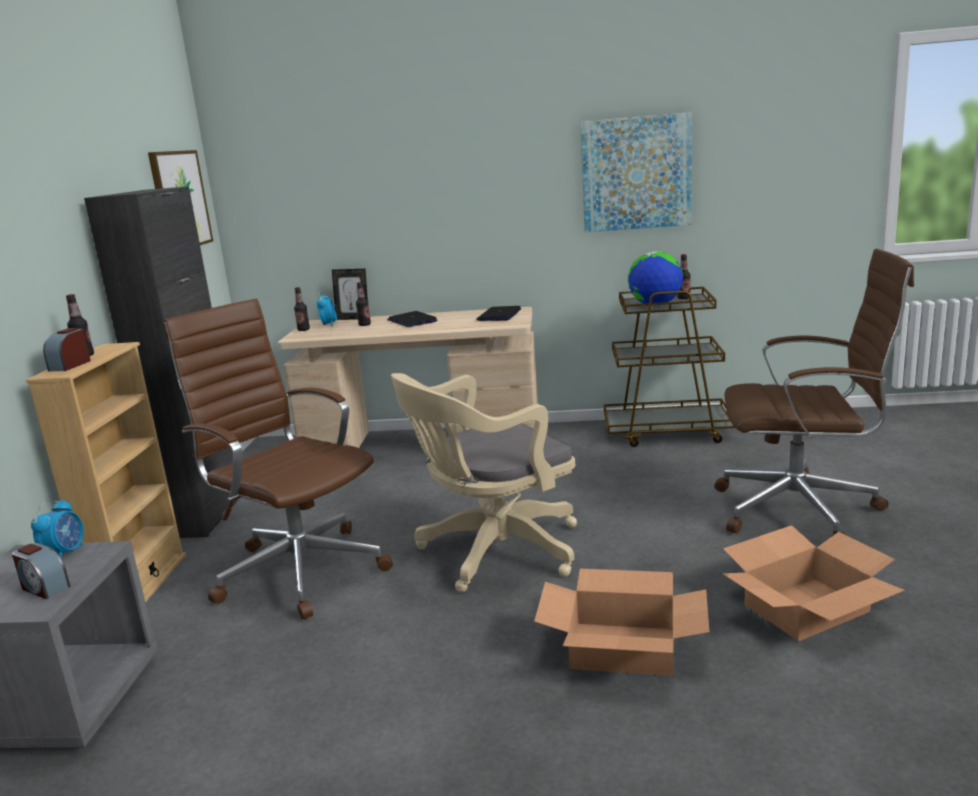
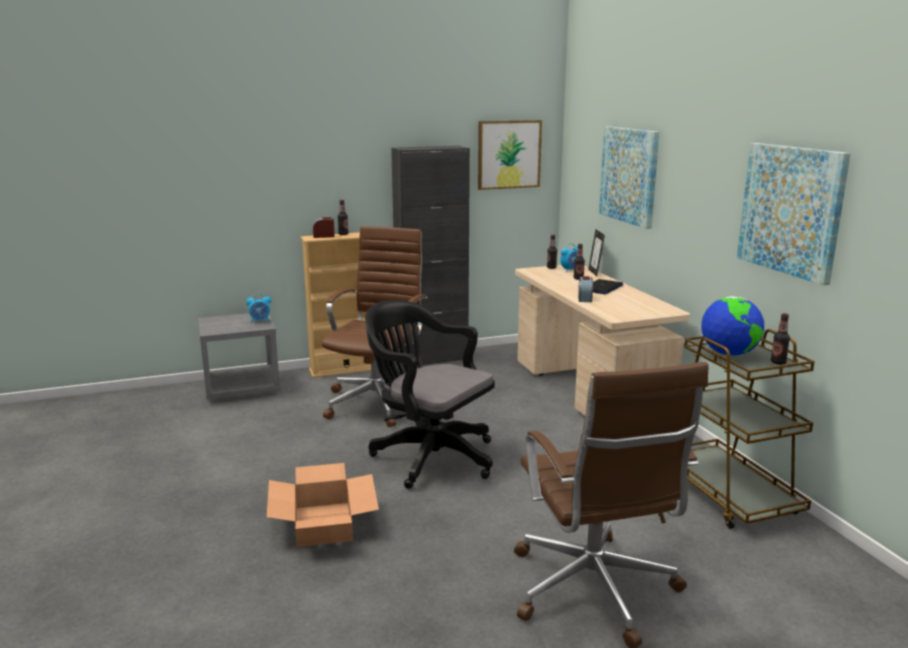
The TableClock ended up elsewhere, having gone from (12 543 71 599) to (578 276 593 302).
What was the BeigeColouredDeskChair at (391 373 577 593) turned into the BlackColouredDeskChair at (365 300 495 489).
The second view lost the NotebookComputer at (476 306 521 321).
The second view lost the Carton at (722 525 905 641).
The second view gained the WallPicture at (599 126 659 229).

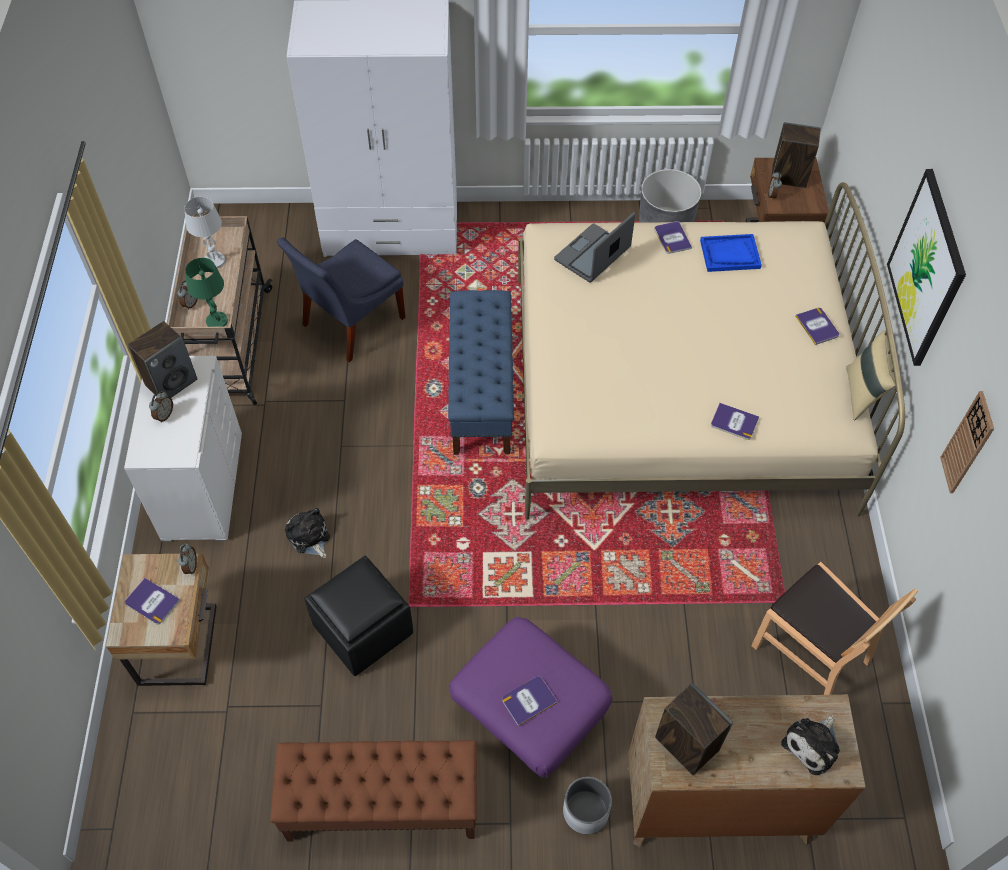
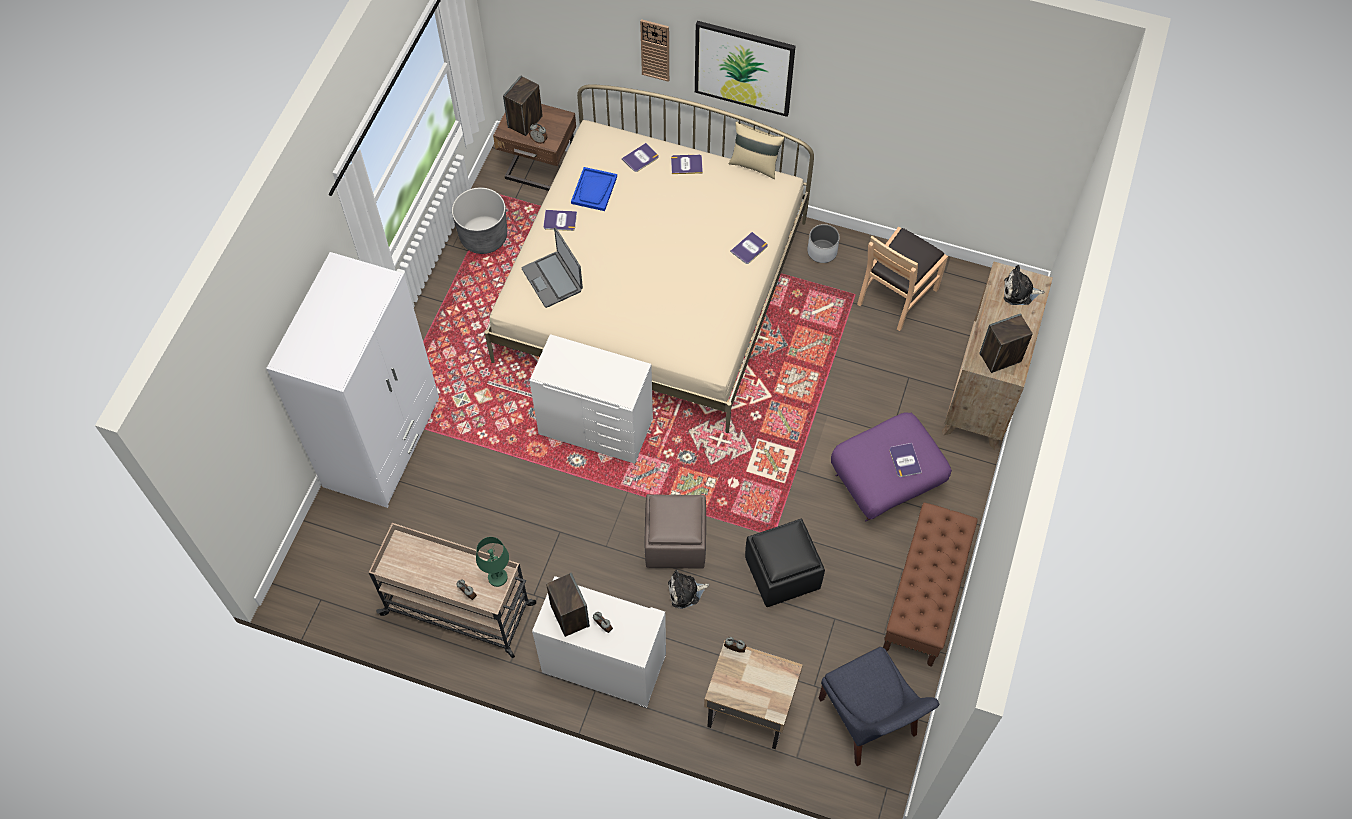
The Book ended up elsewhere, having gone from (125 578 180 624) to (622 143 659 172).
The second view lost the WhiteLampForATable at (184 197 225 268).
The BluishPlainChair ended up elsewhere, having gone from (277 238 405 362) to (819 647 939 766).
Where the BluishLongSeat stood at (448 290 514 455), the WhiteDrawerChest came to stand at (529 334 653 464).
The WhiteFlowerPot ended up elsewhere, having gone from (563 777 612 834) to (807 224 840 263).
The BrownishPlainChair at (751 562 918 695) ended up facing another way, 150 degrees clockwise from before.
The CuddlyToy at (781 715 840 775) ended up facing another way, 120 degrees clockwise from before.
The ClockOnTheWall ended up elsewhere, having gone from (940 391 994 493) to (640 19 669 82).
The second view gained the BrownishPouffe at (644 494 706 569).

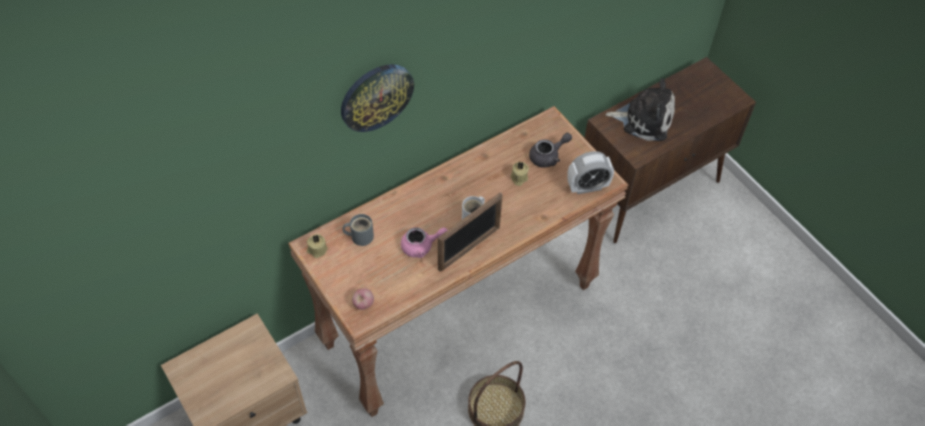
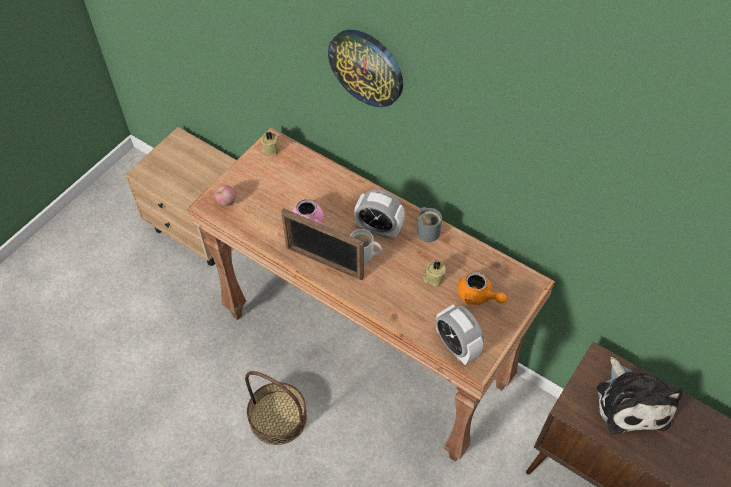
The GrayCoffeeMug ended up elsewhere, having gone from (343 214 374 246) to (417 207 442 242).
What was the GrayPotForTea at (529 133 572 168) turned into the OrangeColouredPotForTea at (458 271 507 305).
The second view gained the TableClock at (354 190 405 239).

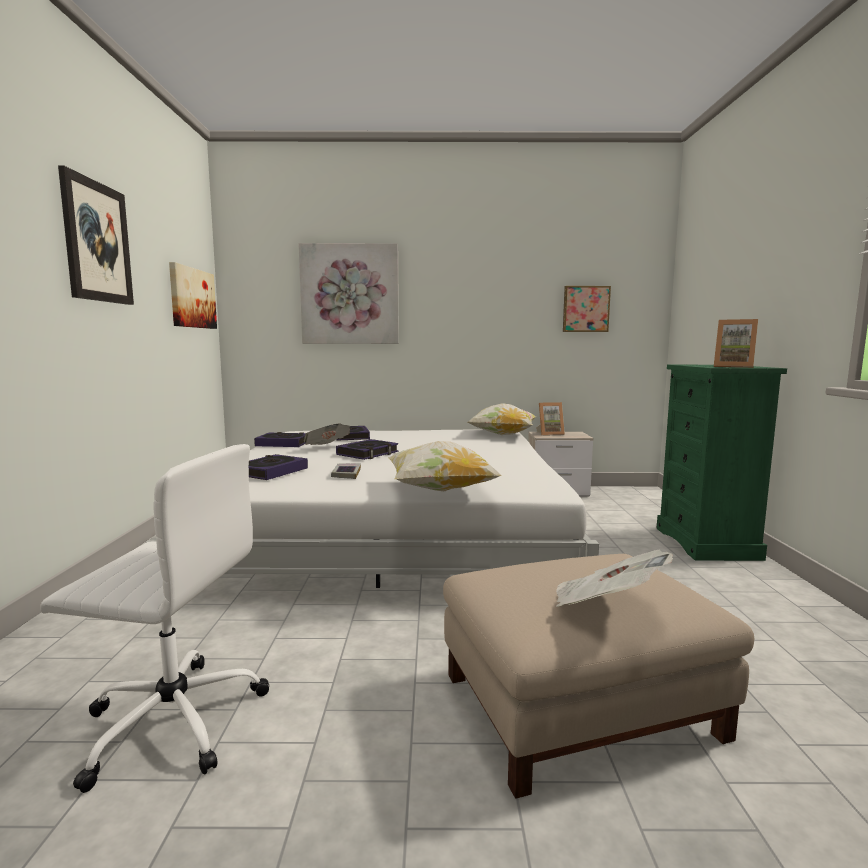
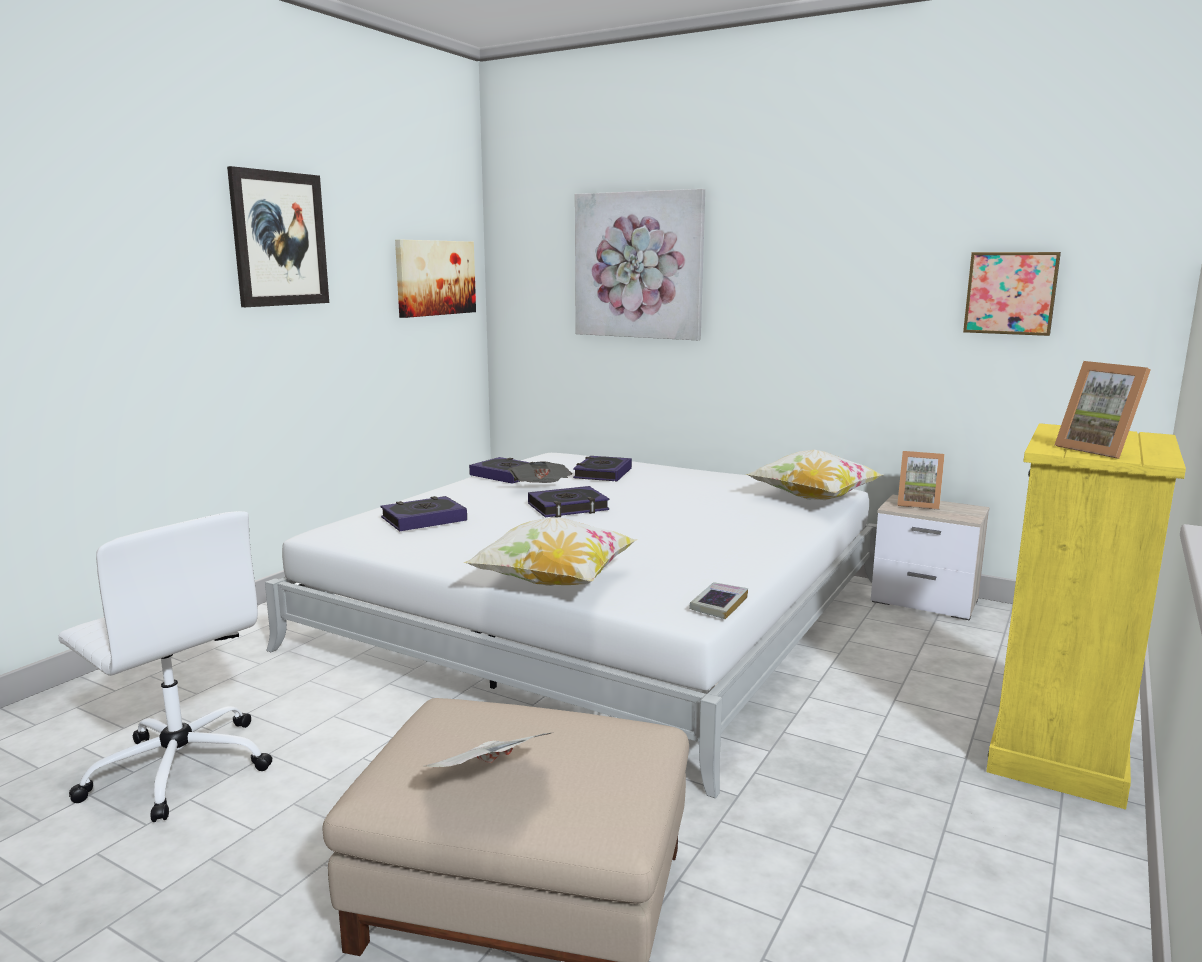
The Book ended up elsewhere, having gone from (331 463 361 479) to (689 582 748 619).
What was the GreenColouredDrawerChest at (657 365 787 561) turned into the YellowColouredDrawerChest at (986 423 1186 809).

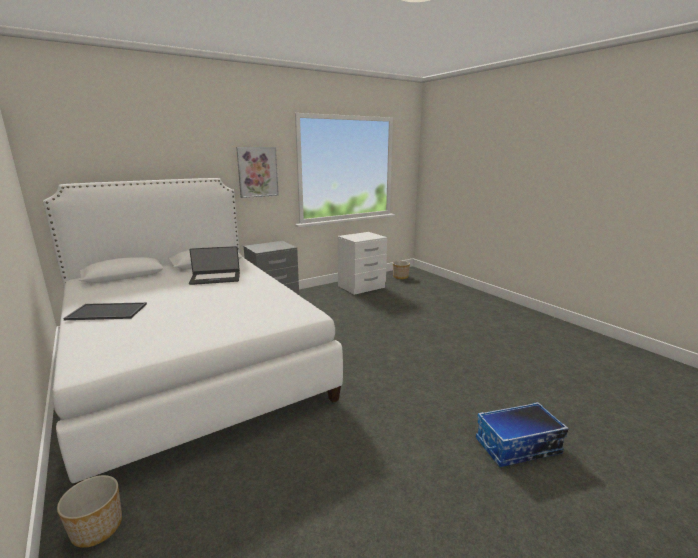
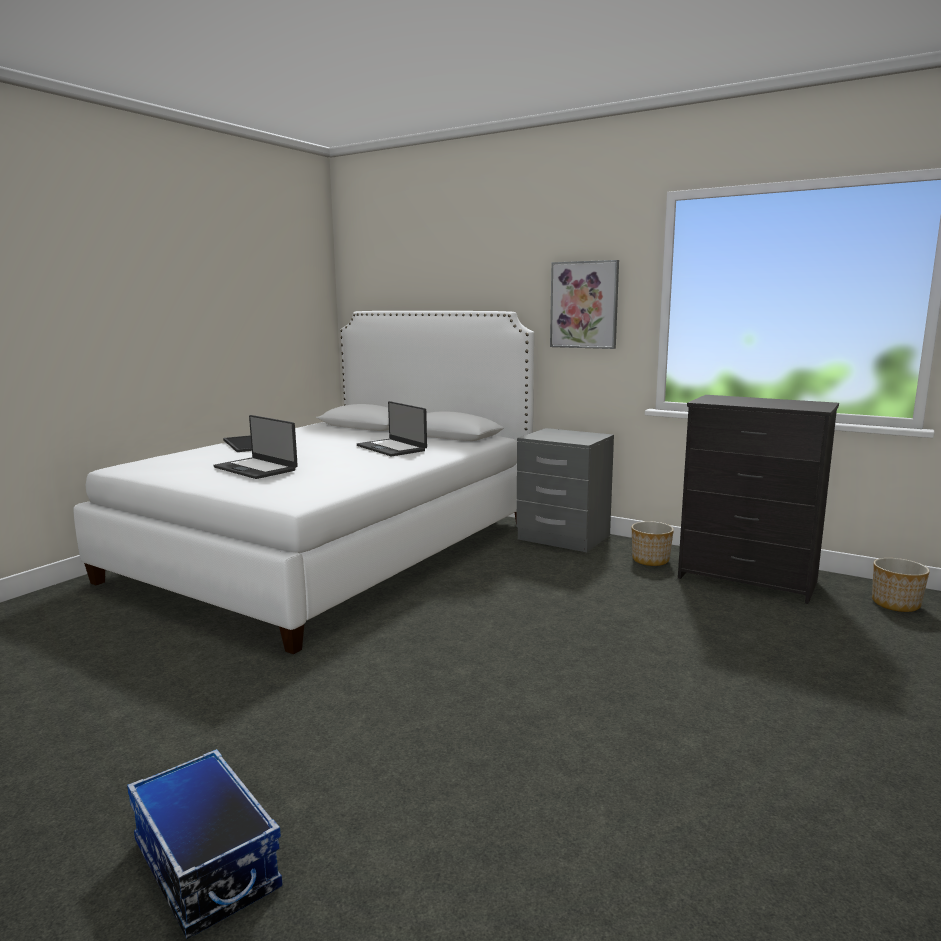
The FlowerPot ended up elsewhere, having gone from (57 475 122 548) to (632 521 674 566).
Where the WhiteNightTable stood at (338 232 387 295), the BlackColouredDrawerChest came to stand at (678 395 839 604).
The second view gained the NotebookComputer at (214 415 298 479).

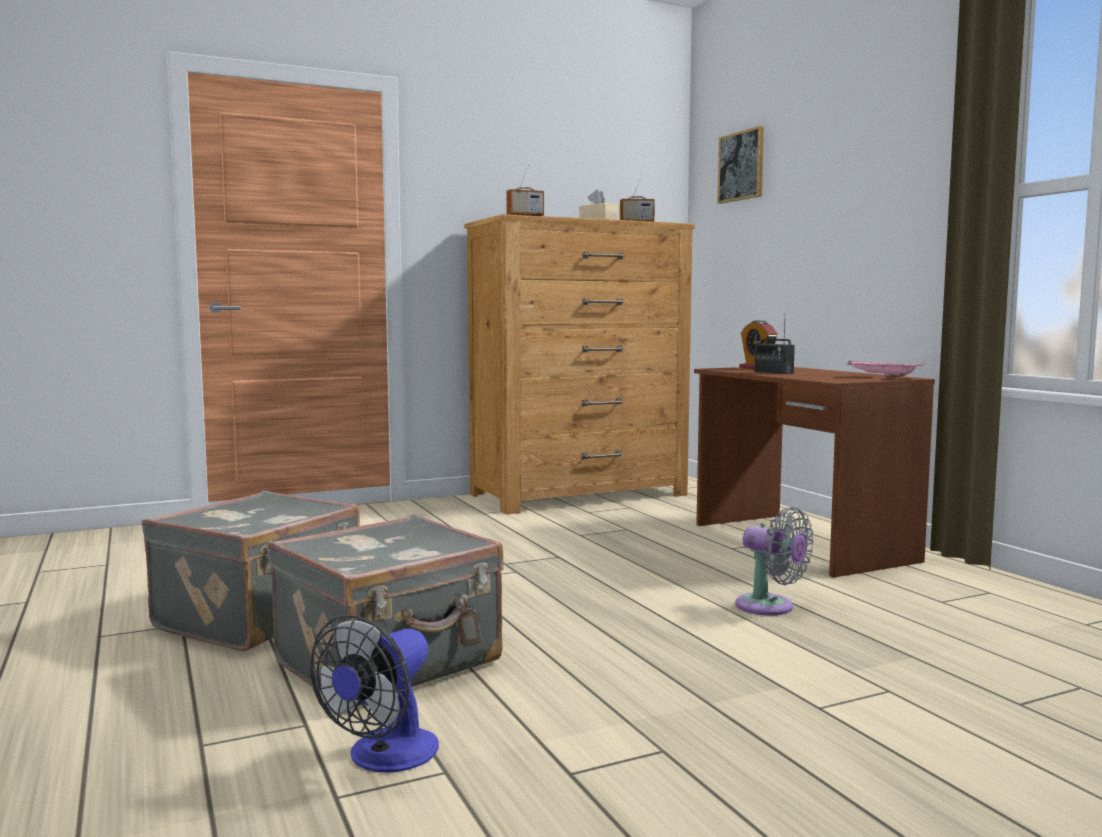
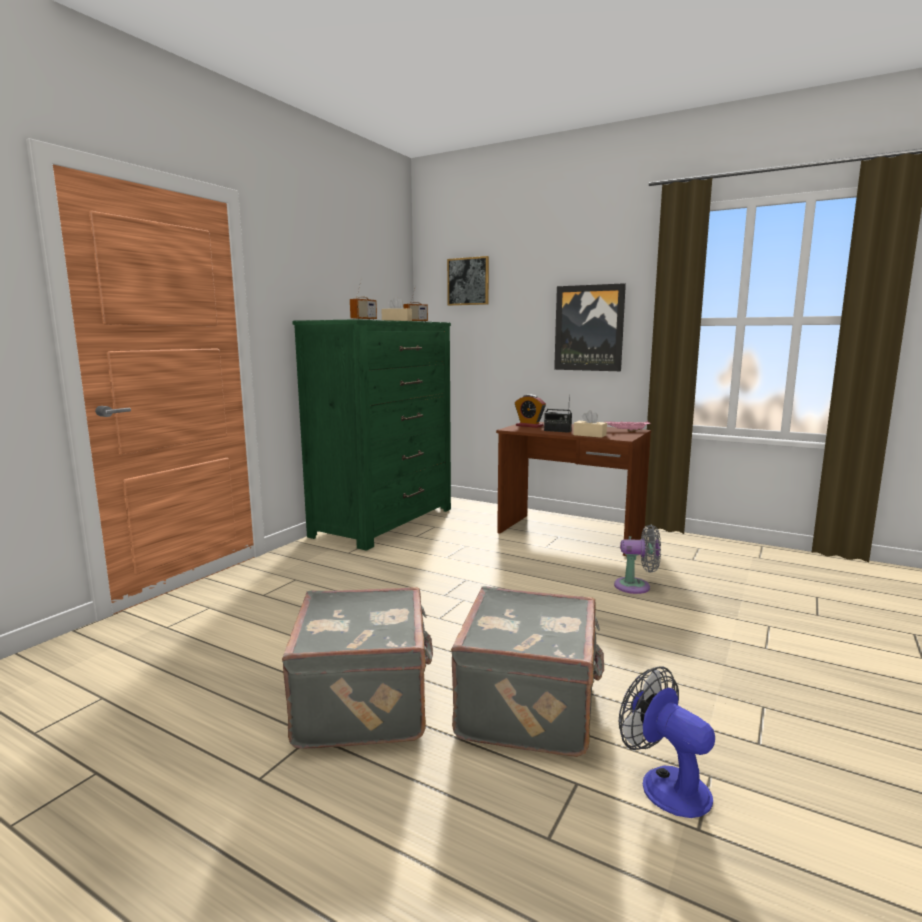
The CoolingFan at (310 615 439 773) ended up facing another way, 150 degrees clockwise from before.
What was the BrownishDrawerChest at (464 214 695 515) turned into the GreenColouredDrawerChest at (292 319 451 551).
The second view gained the WallPicture at (554 283 626 371).
The second view gained the BeigeColouredBoxOfTissues at (573 410 607 438).

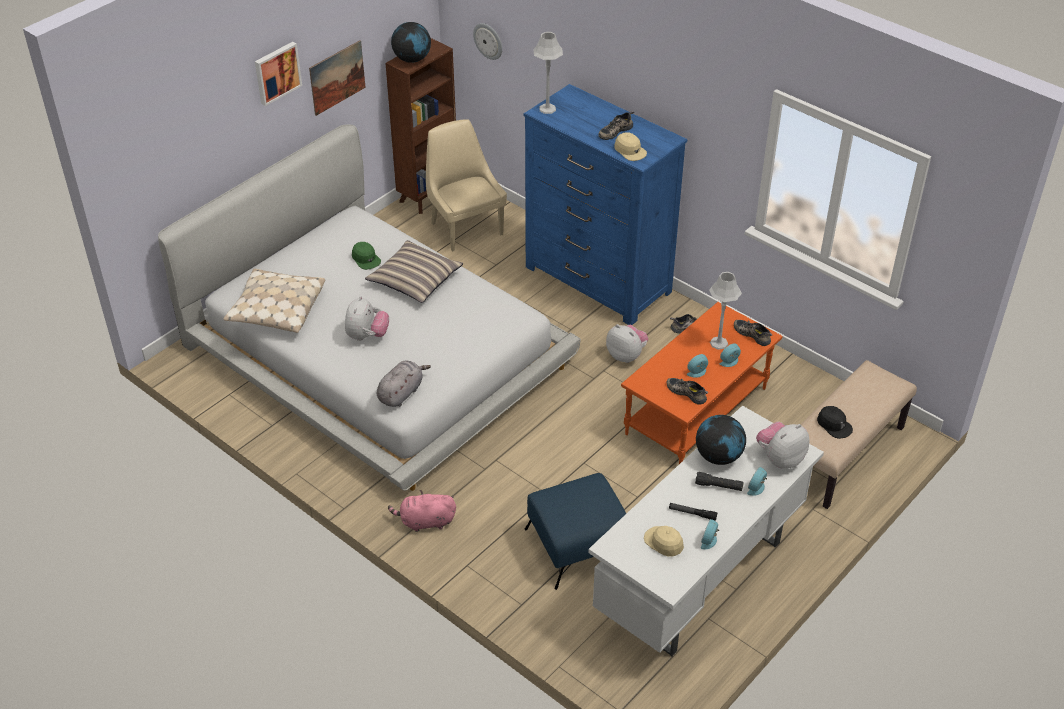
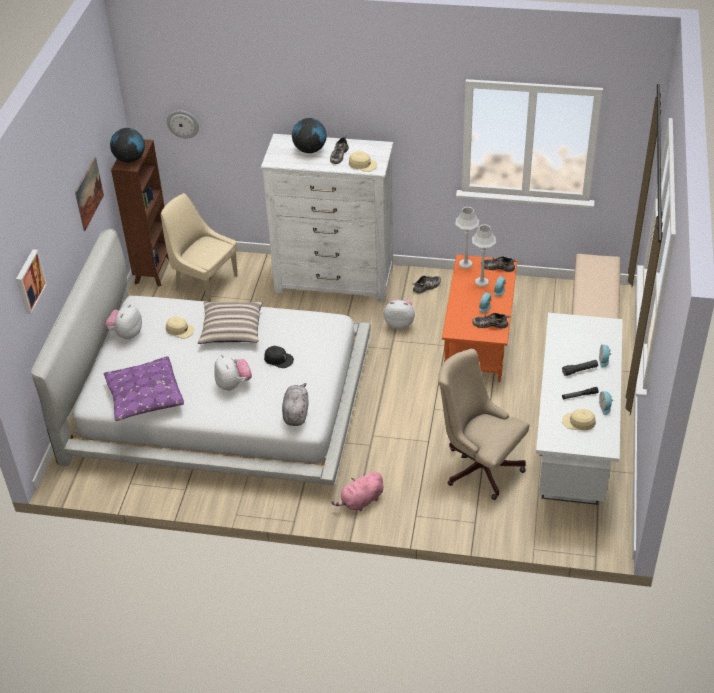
What was the BeigeColouredThrowPillow at (223 269 325 333) turned into the PurplishThrowPillow at (104 356 184 421).
The WallPicture ended up elsewhere, having gone from (255 42 302 106) to (16 249 47 314).
What was the GreenColouredPeakedCap at (352 242 381 270) turned into the BeigeColouredPeakedCap at (166 317 195 339).
What was the BluishDrawerChest at (524 84 687 325) turned into the WhiteDrawerChest at (261 134 393 302).
Where the BluishPouffe stood at (524 473 626 590), the BeigeColouredDeskChair came to stand at (438 349 529 500).
The GrayLampForATable ended up elsewhere, having gone from (533 32 563 114) to (455 207 479 269).
The DeskGlobe ended up elsewhere, having gone from (696 415 746 465) to (292 118 327 153).
The CuddlyToy ended up elsewhere, having gone from (756 422 810 468) to (105 304 142 340).
The BlackColouredPeakedCap ended up elsewhere, having gone from (817 406 853 439) to (264 346 294 368).

